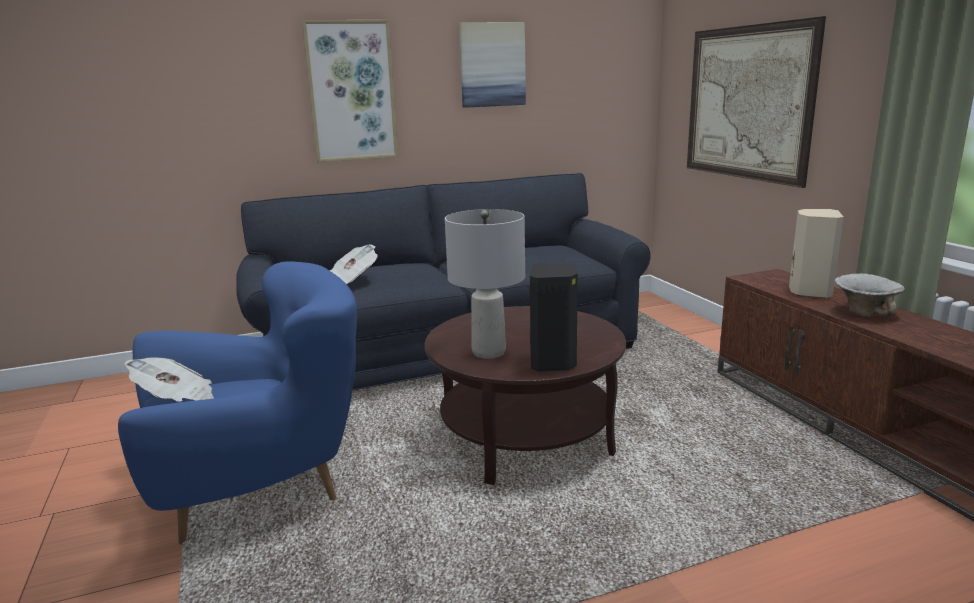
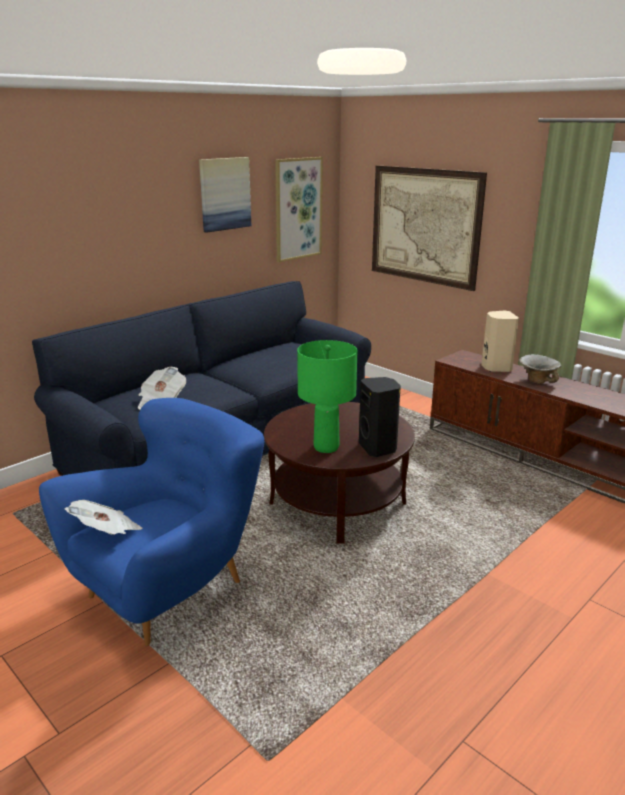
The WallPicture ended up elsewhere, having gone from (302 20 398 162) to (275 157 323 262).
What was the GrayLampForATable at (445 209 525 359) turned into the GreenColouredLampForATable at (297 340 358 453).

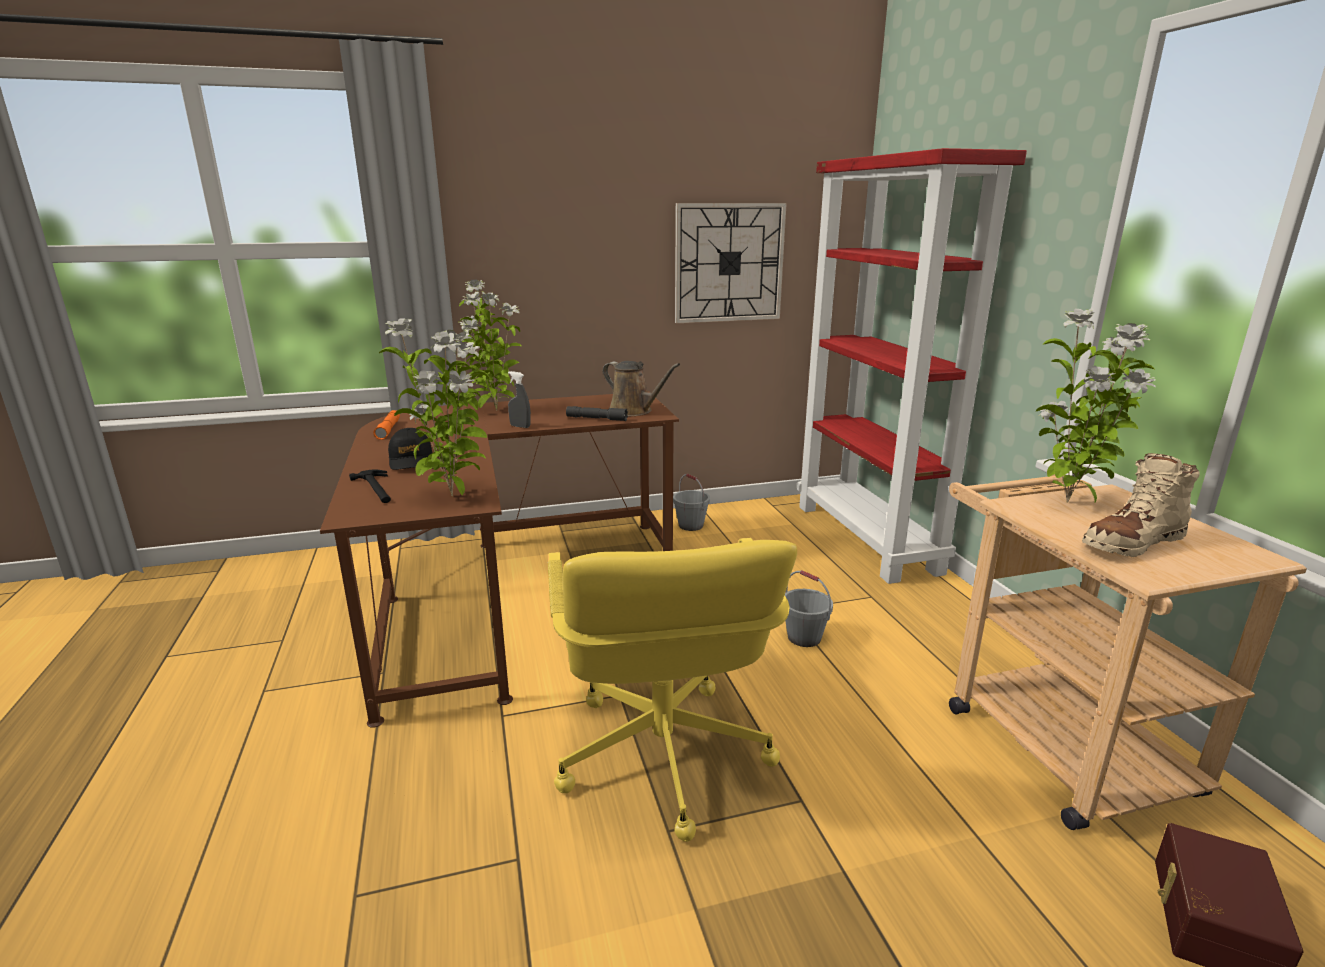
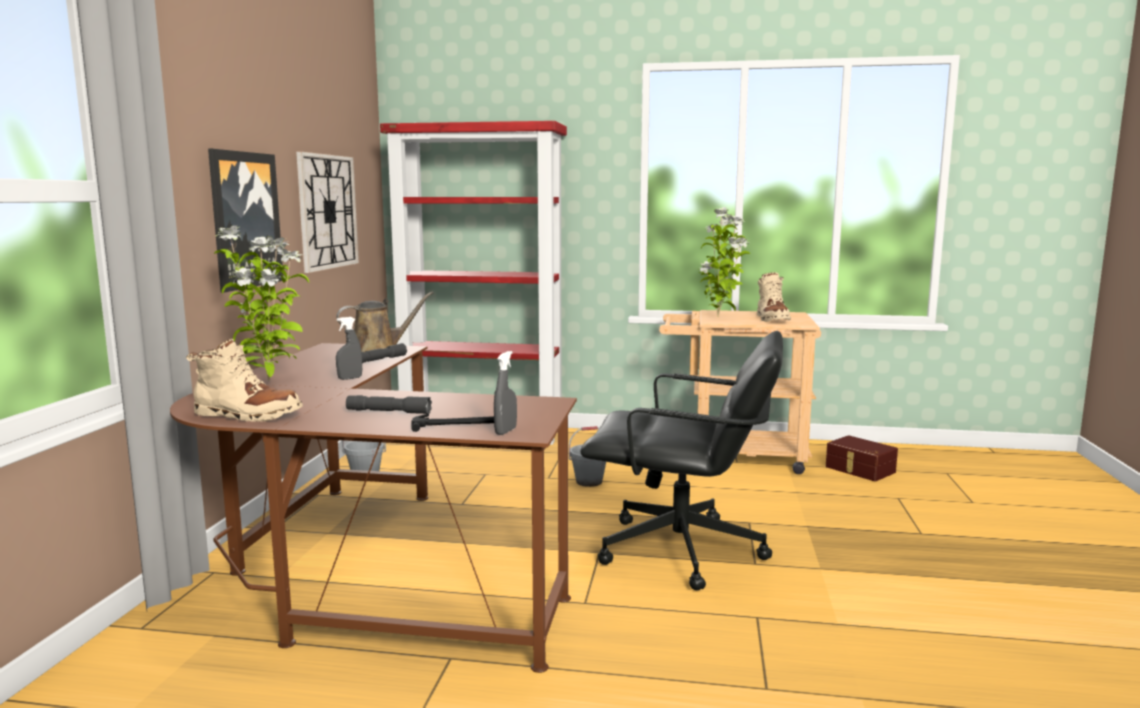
Where the OrangeColouredTorch stood at (374 410 400 440), the BeigeColouredHighTopBoot came to stand at (186 339 303 422).
The second view lost the PottedPlant at (379 318 490 496).
Where the BlackColouredPeakedCap stood at (388 428 432 470), the GrayTorch came to stand at (346 395 432 414).
What was the YellowColouredDeskChair at (548 538 797 842) turned into the BlackColouredDeskChair at (580 331 783 590).
The second view gained the WallPicture at (208 149 283 293).
The second view gained the GrayHandSprayer at (494 351 517 435).

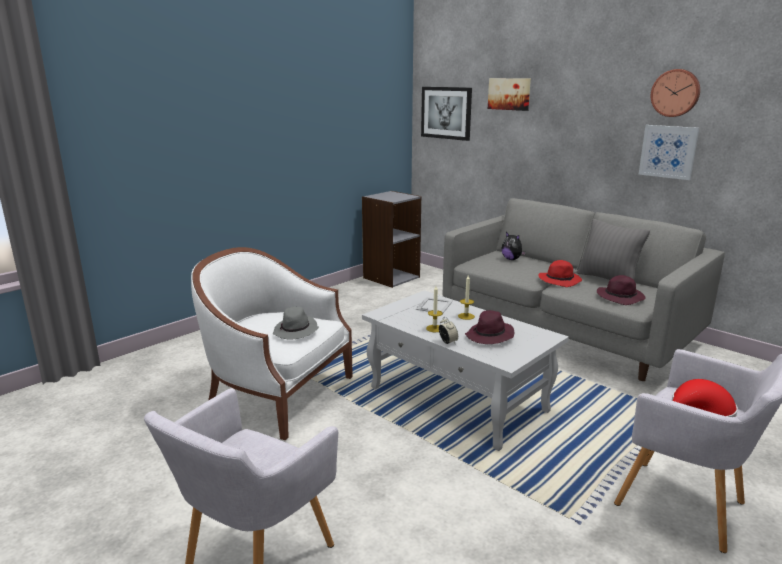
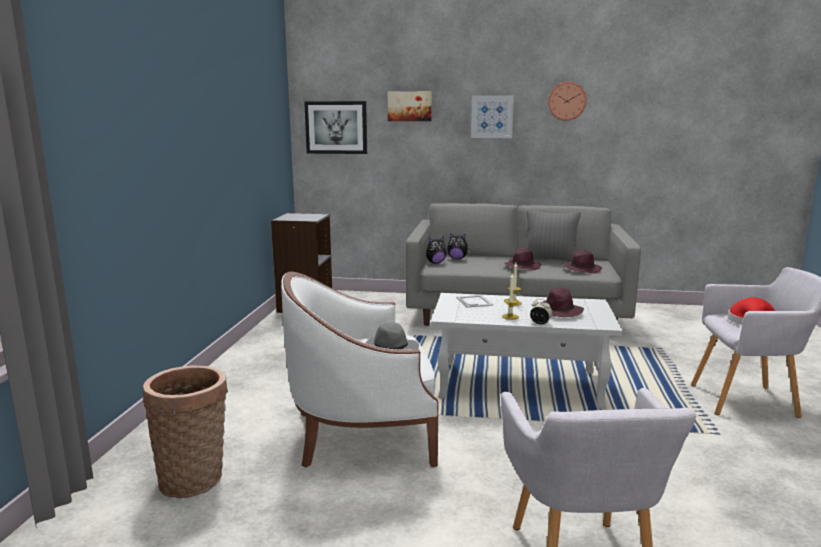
What was the RedWearableHat at (538 260 582 287) turned into the PurplishWearableHat at (505 248 541 270).
The WallPicture ended up elsewhere, having gone from (639 125 699 180) to (471 95 514 138).
The second view gained the StorageBasket at (143 366 228 498).
The second view gained the CuddlyToy at (426 237 447 264).

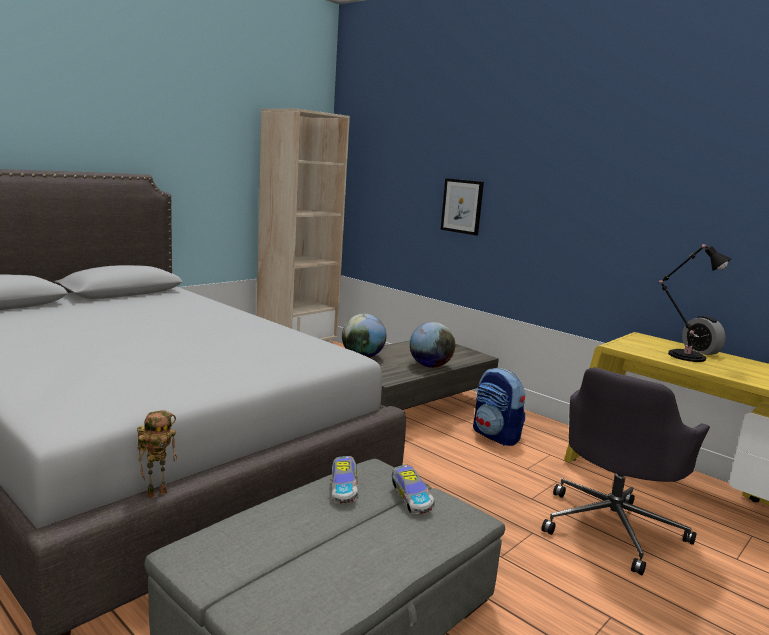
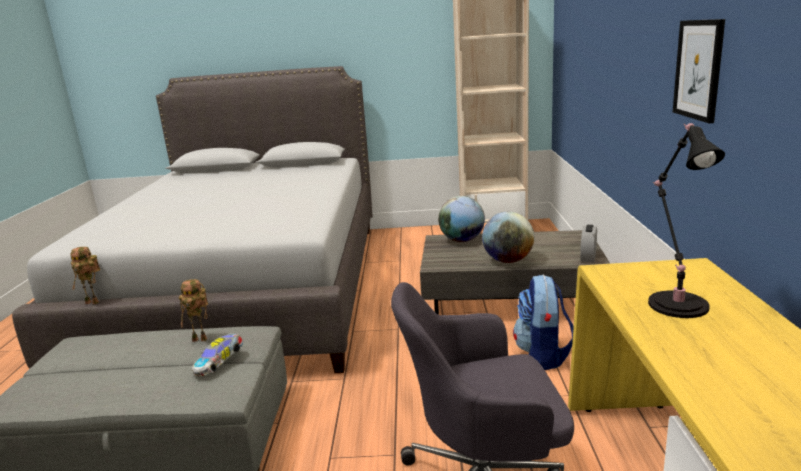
Where the MiniatureCar stood at (330 456 358 504), the RobotFigure came to stand at (179 279 208 342).
The WallPicture ended up elsewhere, having gone from (441 178 484 235) to (673 19 725 123).
The TableClock ended up elsewhere, having gone from (682 316 726 355) to (580 225 597 262).

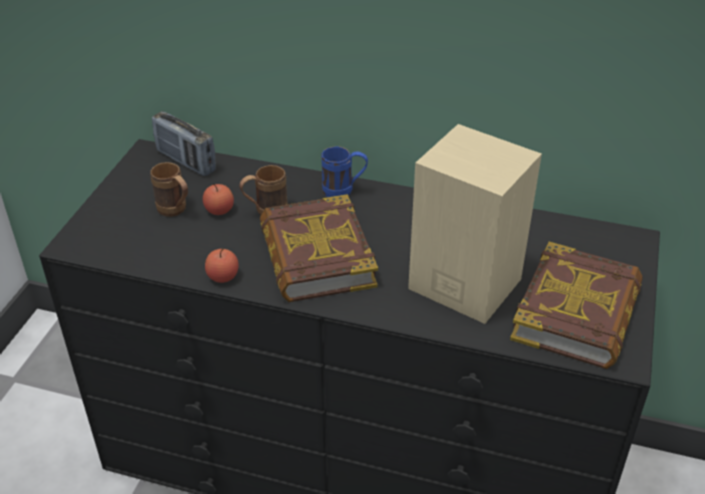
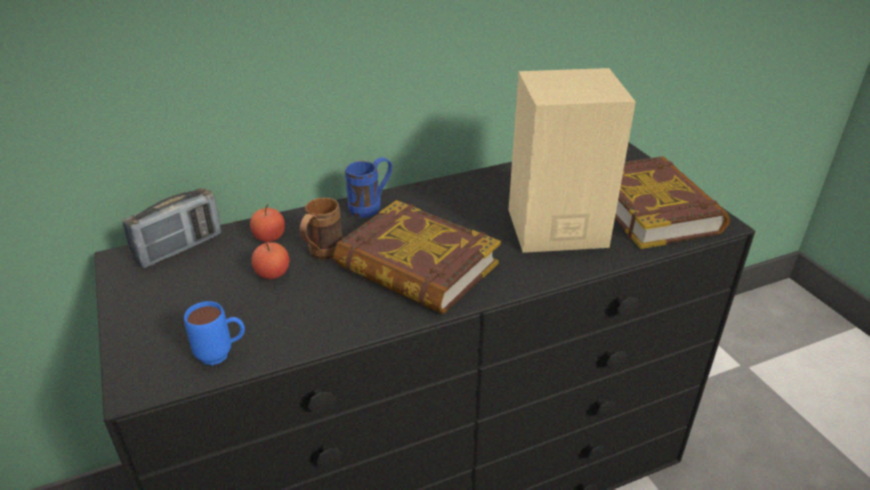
The second view lost the BrownishCoffeeMug at (150 162 188 217).
The RadioSet at (152 111 216 176) ended up facing another way, 45 degrees counterclockwise from before.
The WholeApple ended up elsewhere, having gone from (205 248 239 283) to (250 204 285 242).
The second view gained the BluishCoffeeMug at (184 301 245 365).

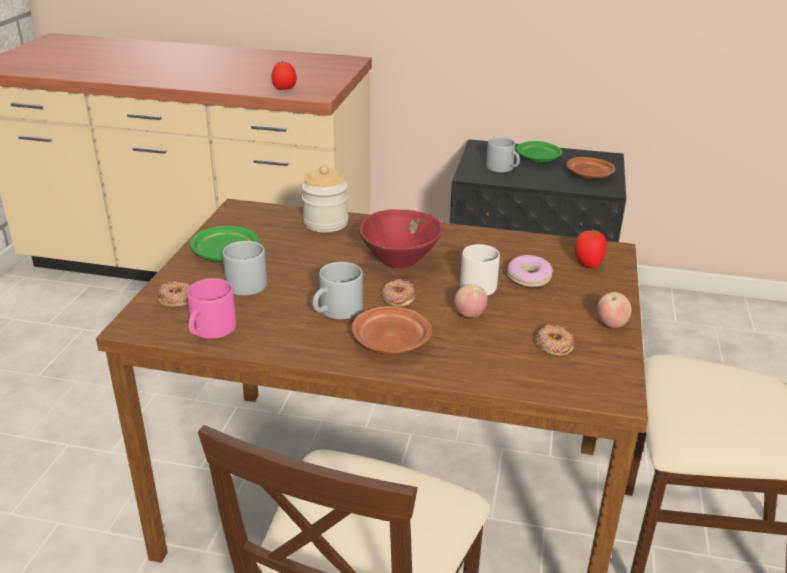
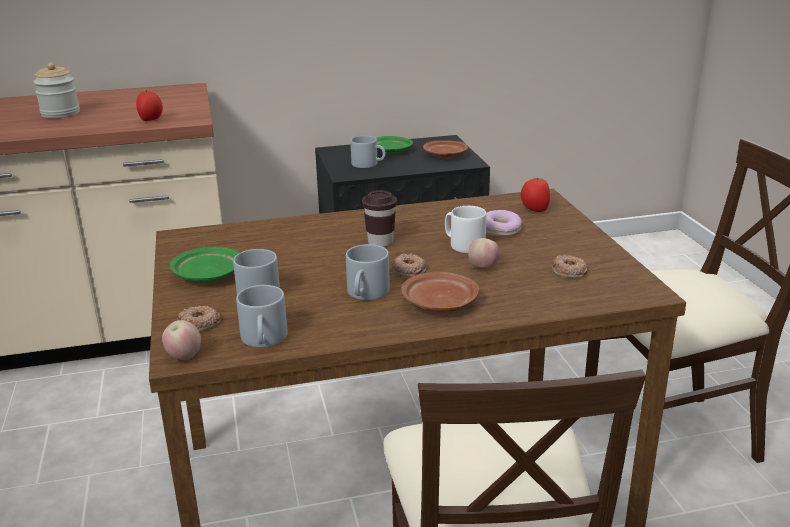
What was the PinkishCoffeeMug at (187 278 236 339) turned into the GrayCoffeeMug at (236 285 288 347).
The StorageJar ended up elsewhere, having gone from (301 165 348 232) to (34 62 80 118).
Where the RedDeepDish stood at (359 209 443 268), the BrownishCup came to stand at (362 190 397 247).
The WholeApple ended up elsewhere, having gone from (597 292 632 328) to (162 320 201 360).

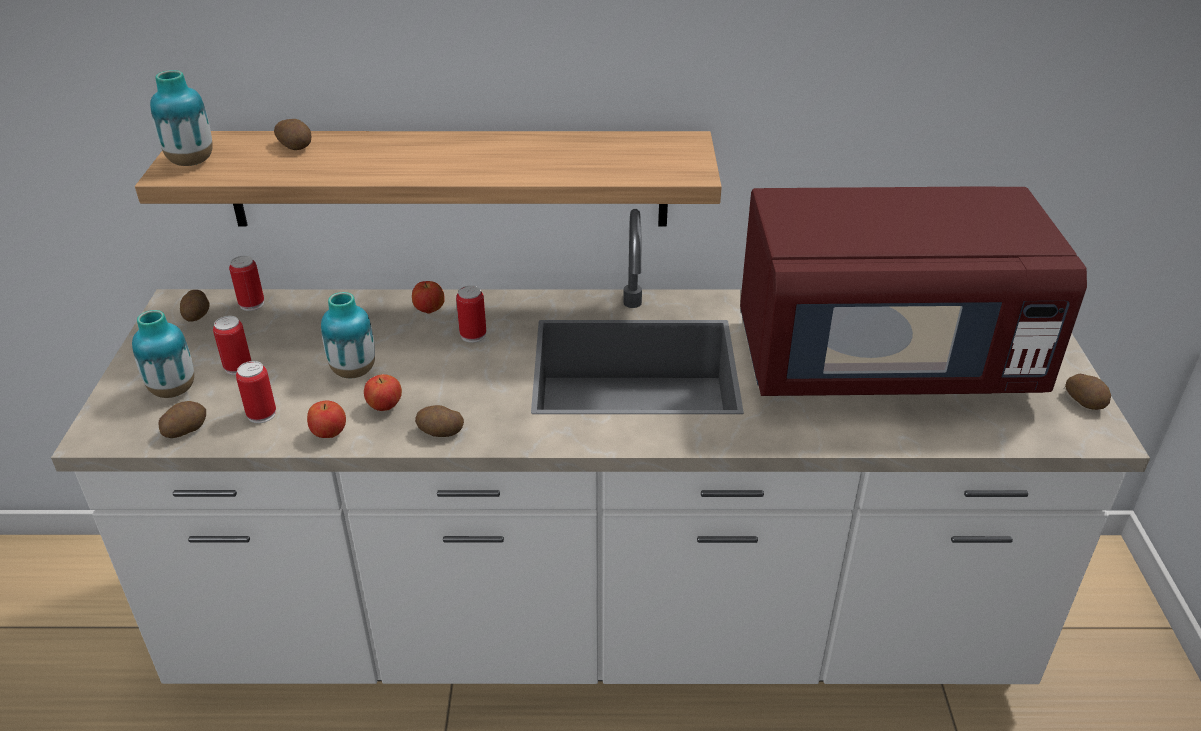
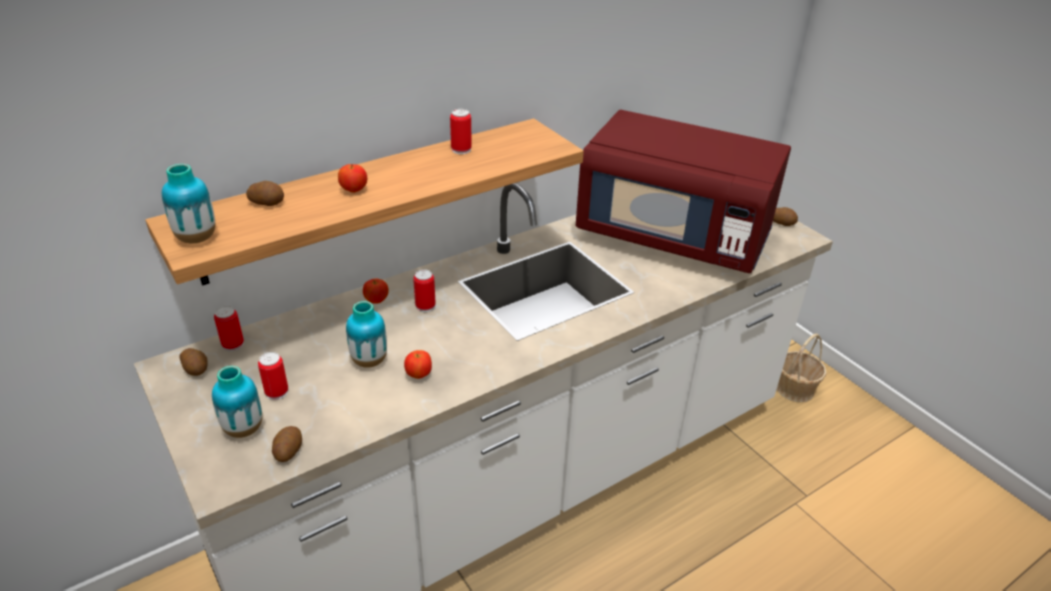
The Can ended up elsewhere, having gone from (236 361 276 423) to (450 109 472 154).
The WholeApple ended up elsewhere, having gone from (307 400 346 438) to (338 164 367 193).
The second view lost the WholePotato at (415 405 464 437).
The RedMicrowave at (740 187 1087 396) ended up facing another way, 60 degrees clockwise from before.
The second view gained the StorageBasket at (777 334 826 402).

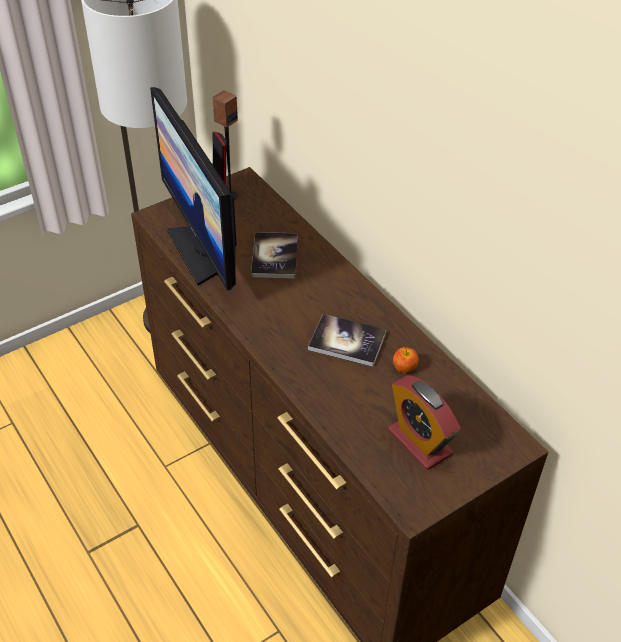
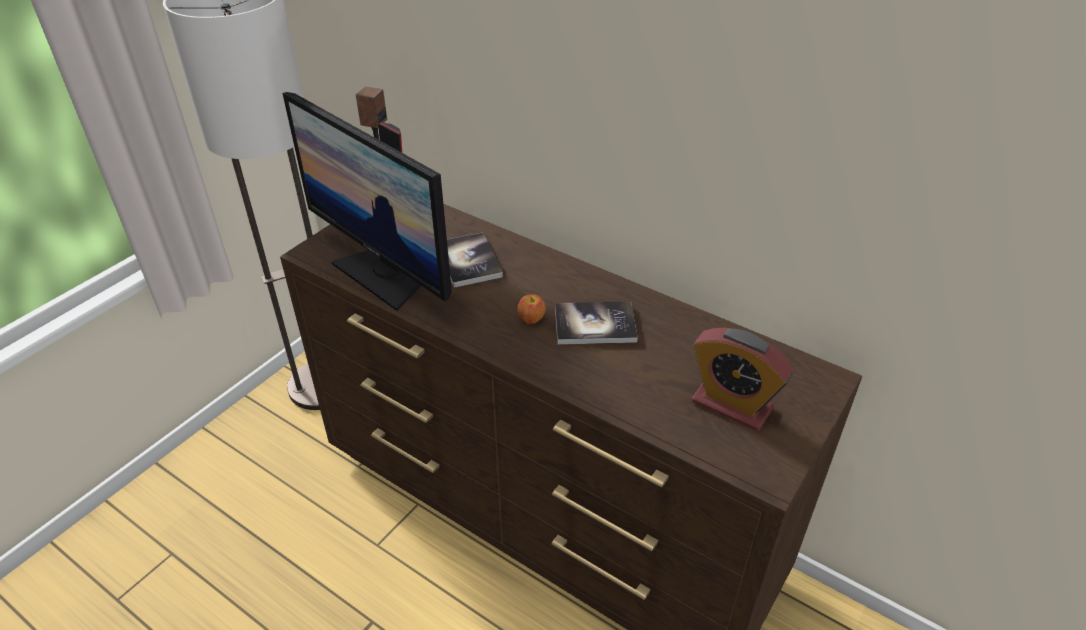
The WholeApple ended up elsewhere, having gone from (393 347 419 373) to (517 295 546 324).

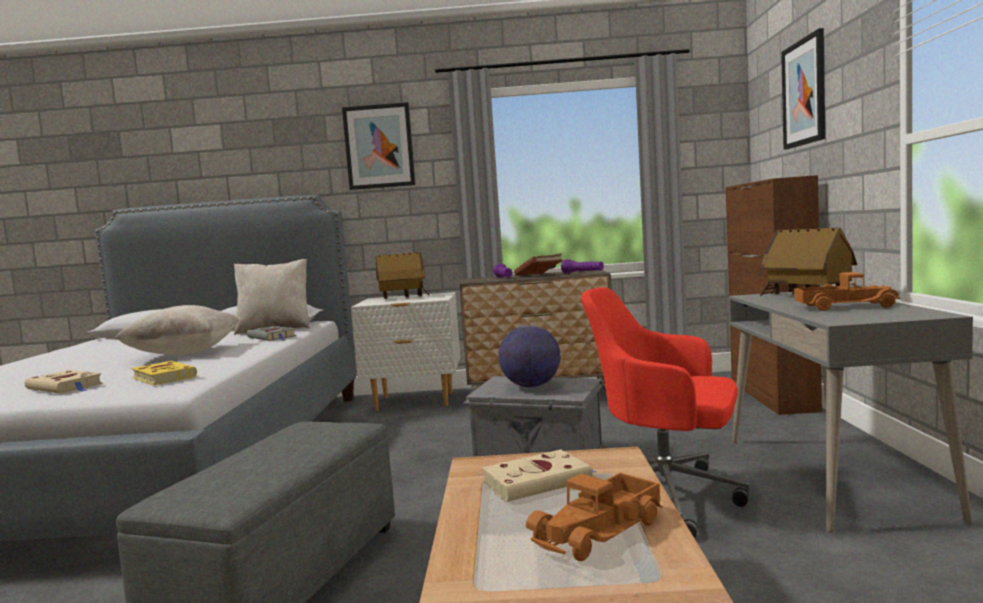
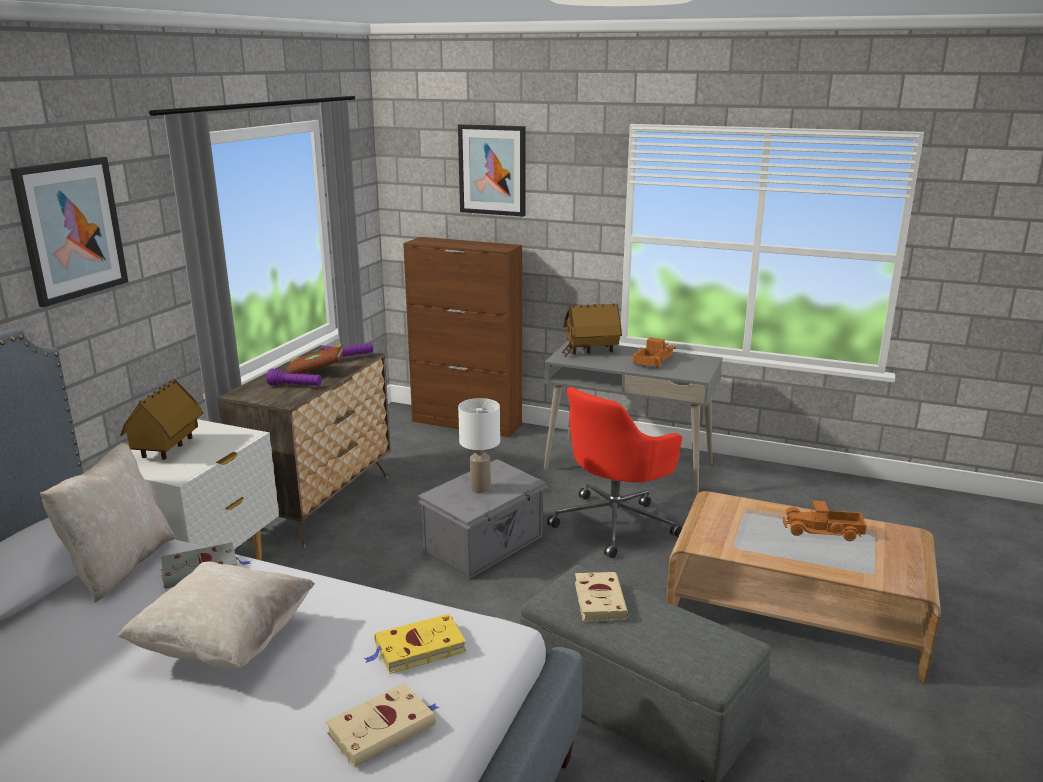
The BeigeColouredBook ended up elsewhere, having gone from (482 450 597 502) to (575 572 628 622).
Where the DeskGlobe stood at (498 325 560 387), the WhiteLampForATable came to stand at (458 398 500 493).
The ToyLorry at (526 473 663 561) ended up facing another way, 120 degrees clockwise from before.

